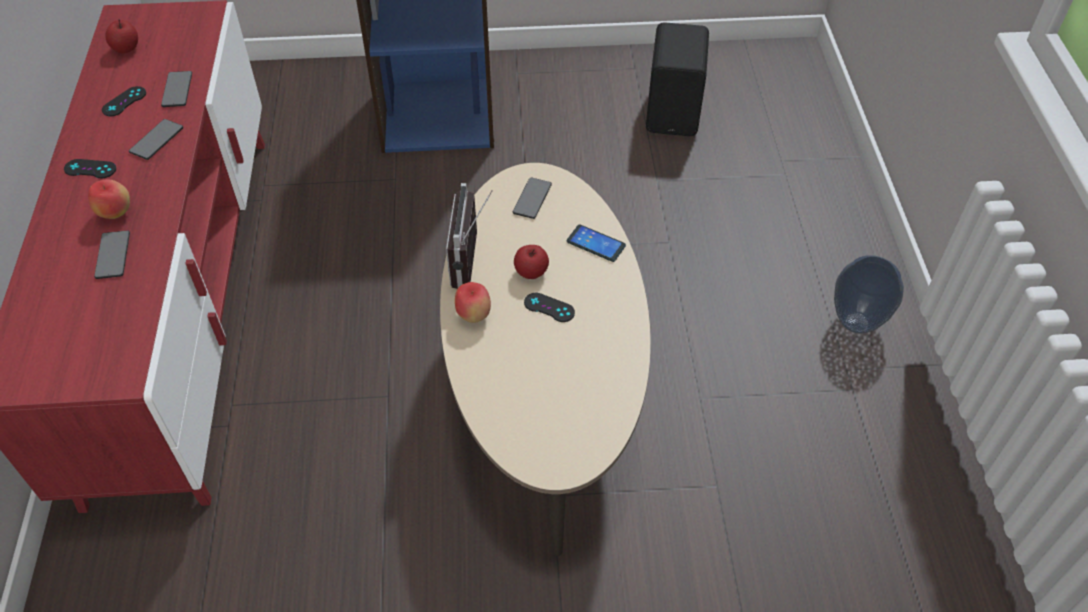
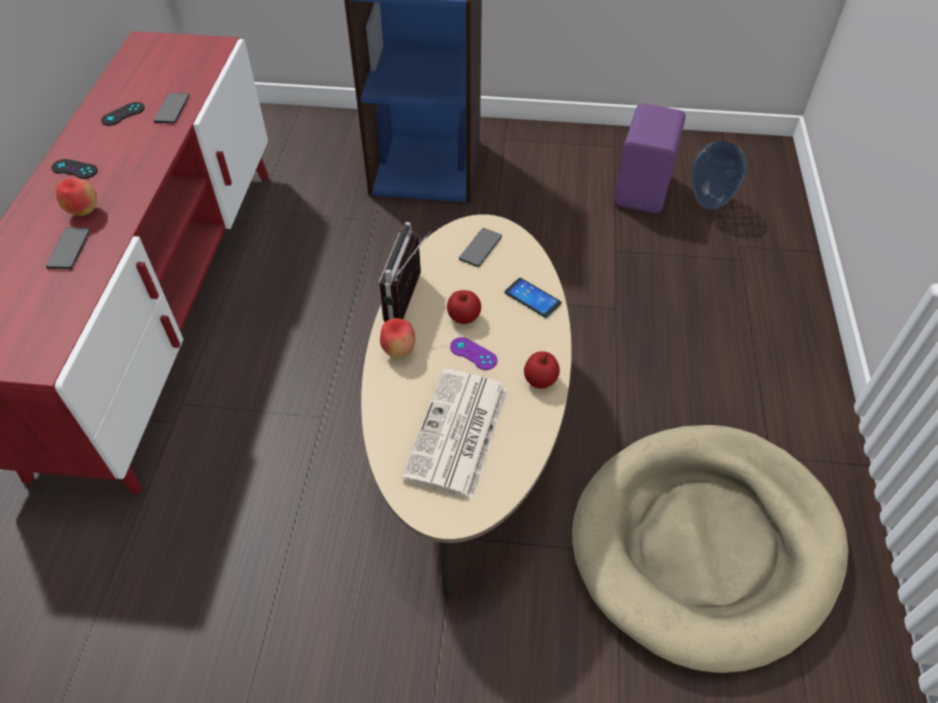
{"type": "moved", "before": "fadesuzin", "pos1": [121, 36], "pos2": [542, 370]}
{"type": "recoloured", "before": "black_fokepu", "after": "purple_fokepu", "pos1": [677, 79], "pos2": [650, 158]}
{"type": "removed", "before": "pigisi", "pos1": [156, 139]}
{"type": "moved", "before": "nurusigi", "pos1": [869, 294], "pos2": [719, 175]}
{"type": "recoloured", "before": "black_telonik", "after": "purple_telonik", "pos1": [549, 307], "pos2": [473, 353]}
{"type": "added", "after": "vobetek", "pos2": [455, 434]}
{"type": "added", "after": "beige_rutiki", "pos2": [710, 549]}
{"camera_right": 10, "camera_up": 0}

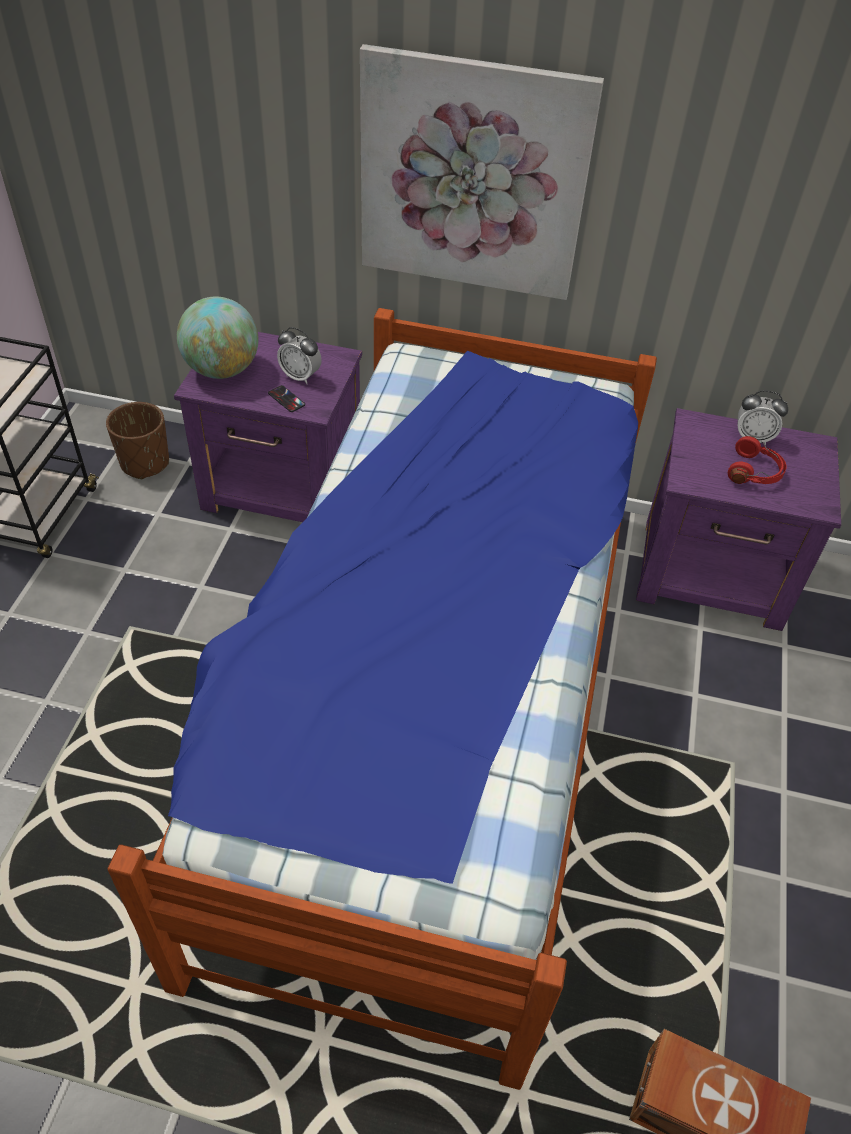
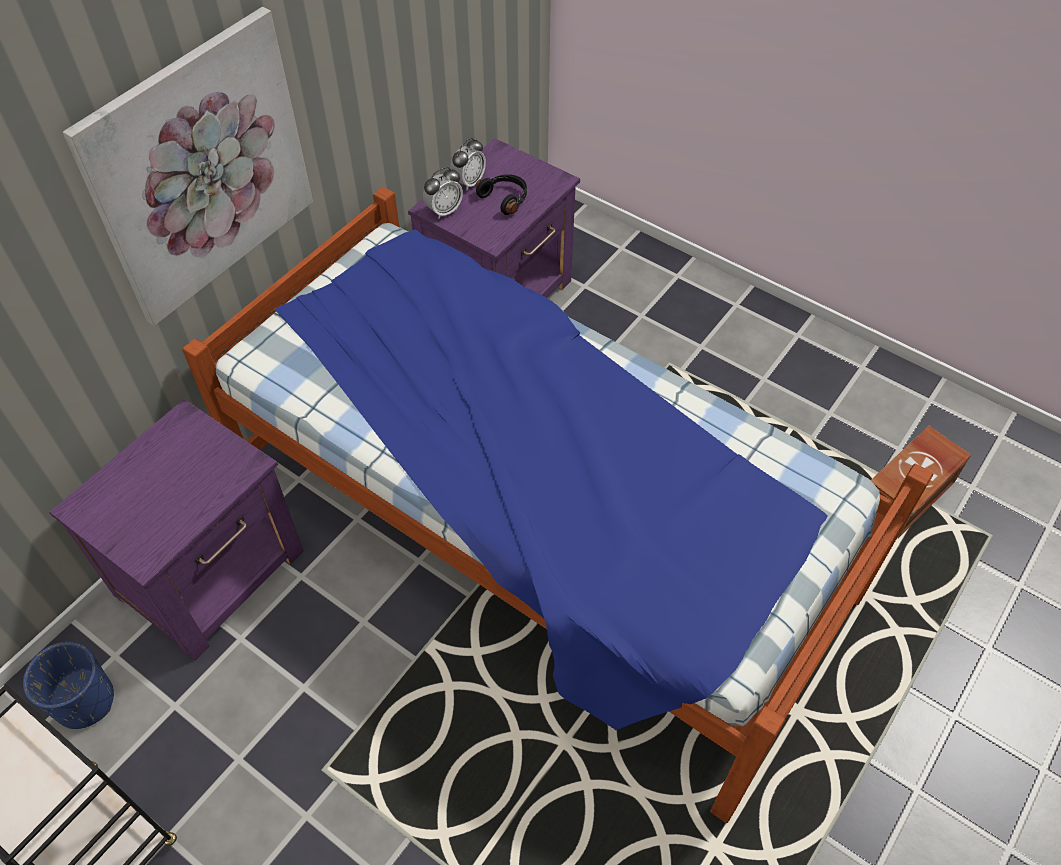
{"type": "removed", "before": "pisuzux", "pos1": [217, 338]}
{"type": "moved", "before": "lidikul", "pos1": [299, 355], "pos2": [443, 193]}
{"type": "removed", "before": "pigisi", "pos1": [286, 398]}
{"type": "recoloured", "before": "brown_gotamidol", "after": "blue_gotamidol", "pos1": [137, 440], "pos2": [68, 685]}
{"type": "recoloured", "before": "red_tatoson", "after": "black_tatoson", "pos1": [757, 460], "pos2": [501, 194]}
{"camera_right": -65, "camera_up": 5}

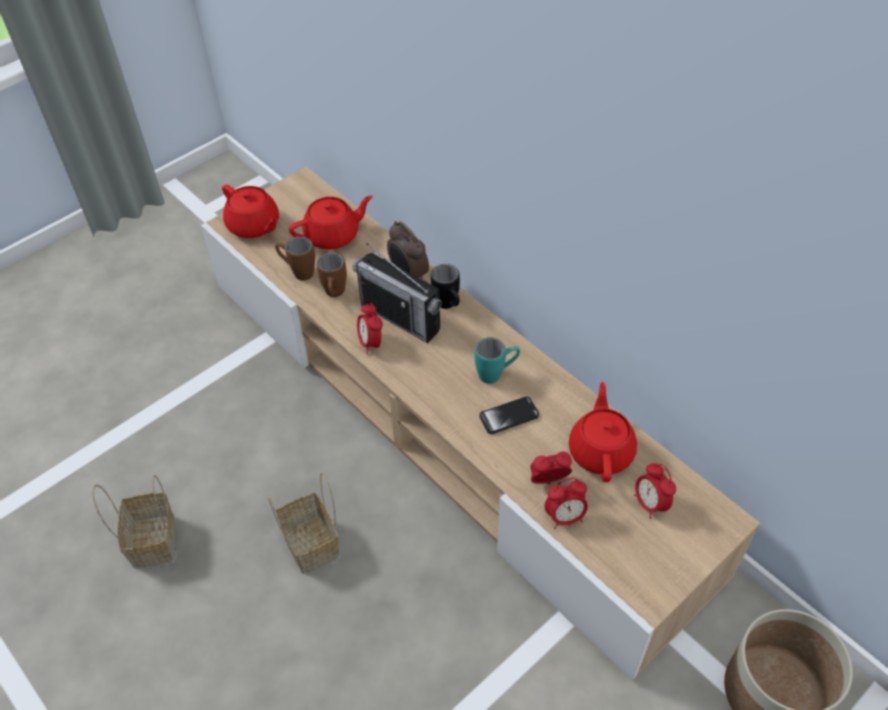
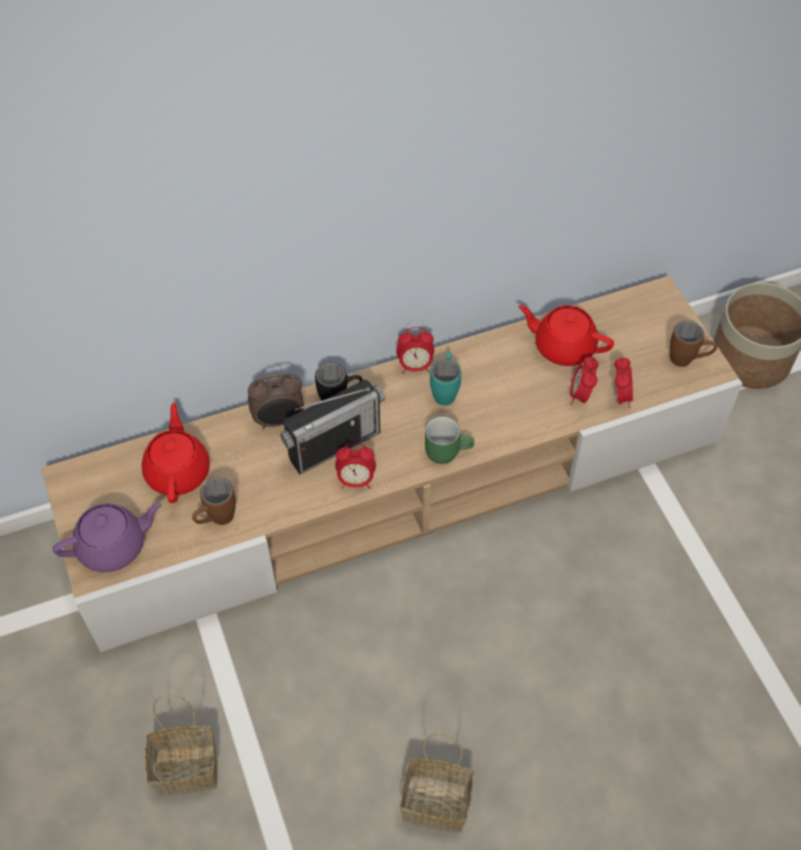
{"type": "recoloured", "before": "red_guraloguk", "after": "purple_guraloguk", "pos1": [250, 211], "pos2": [107, 537]}
{"type": "moved", "before": "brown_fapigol", "pos1": [332, 274], "pos2": [693, 344]}
{"type": "removed", "before": "pigisi", "pos1": [509, 415]}
{"type": "moved", "before": "lidikul", "pos1": [655, 491], "pos2": [415, 350]}
{"type": "moved", "before": "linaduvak", "pos1": [304, 523], "pos2": [181, 744]}
{"type": "added", "after": "green_fapigol", "pos2": [449, 440]}
{"camera_right": -70, "camera_up": 5}

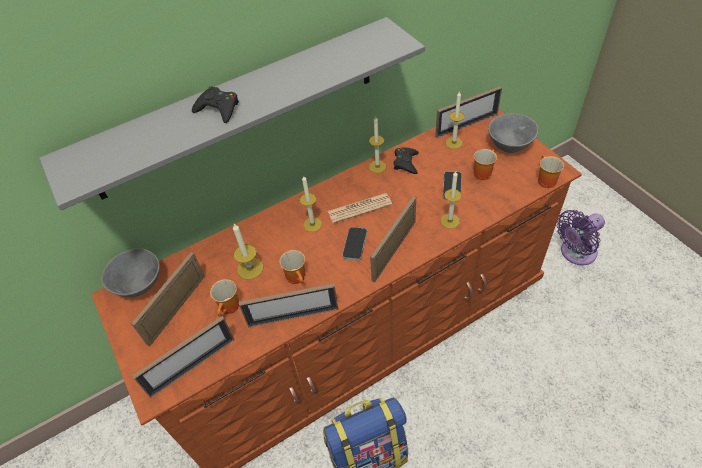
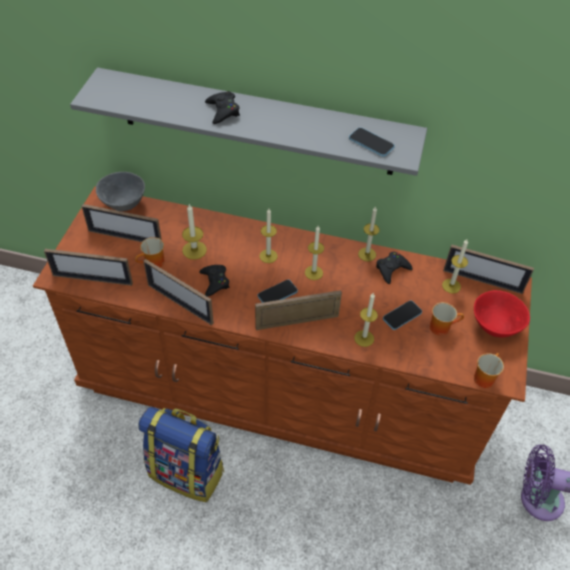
{"type": "recoloured", "before": "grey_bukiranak", "after": "red_bukiranak", "pos1": [513, 133], "pos2": [502, 314]}
{"type": "replaced", "before": "vobetek", "after": "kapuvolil", "pos1": [360, 208], "pos2": [314, 253]}
{"type": "replaced", "before": "fapigol", "after": "black_telonik", "pos1": [292, 267], "pos2": [214, 281]}
{"type": "turned", "before": "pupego", "pos1": [168, 299], "pos2": [121, 223], "turn": -150}
{"type": "added", "after": "pigisi", "pos2": [372, 142]}
{"camera_right": 40, "camera_up": 0}

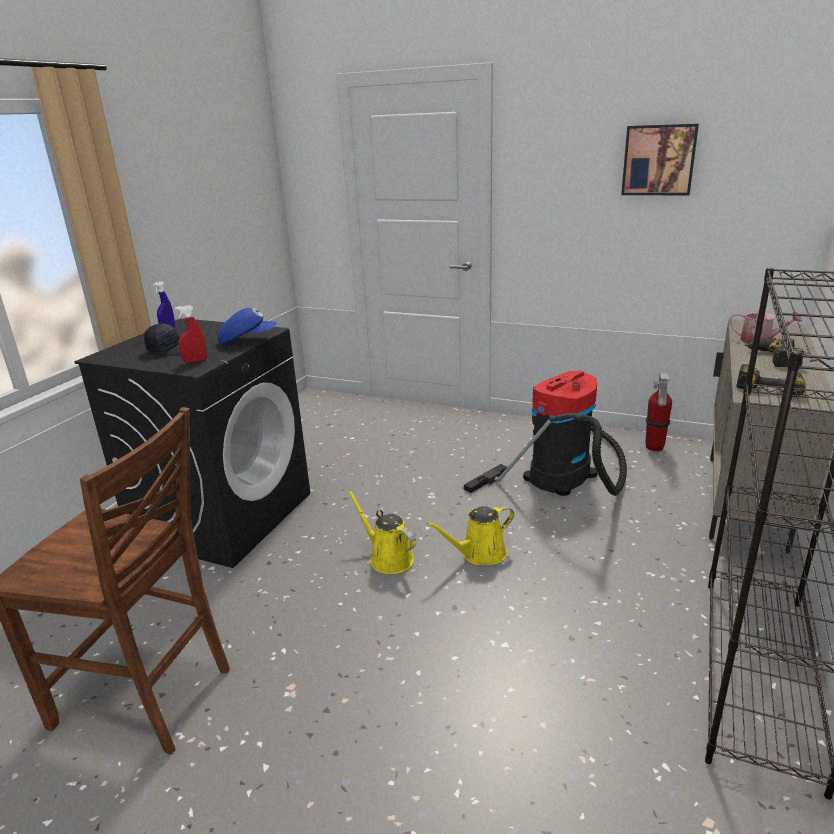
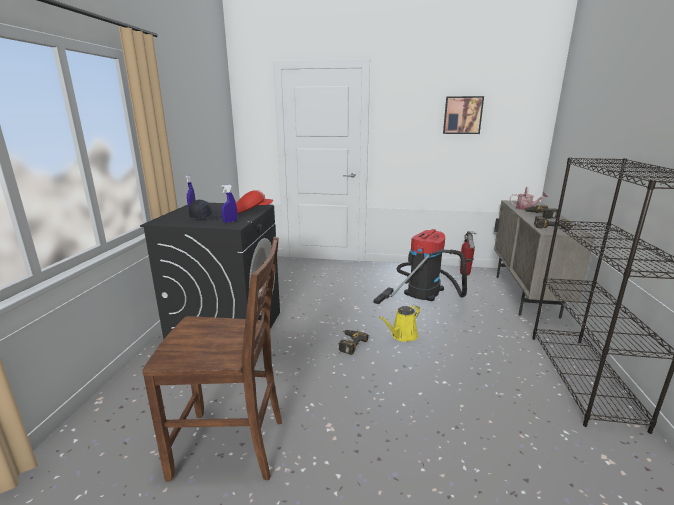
{"type": "recoloured", "before": "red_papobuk", "after": "blue_papobuk", "pos1": [191, 334], "pos2": [229, 204]}
{"type": "recoloured", "before": "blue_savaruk", "after": "red_savaruk", "pos1": [247, 326], "pos2": [254, 201]}
{"type": "replaced", "before": "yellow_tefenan", "after": "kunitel", "pos1": [381, 532], "pos2": [354, 342]}
{"camera_right": -15, "camera_up": -5}

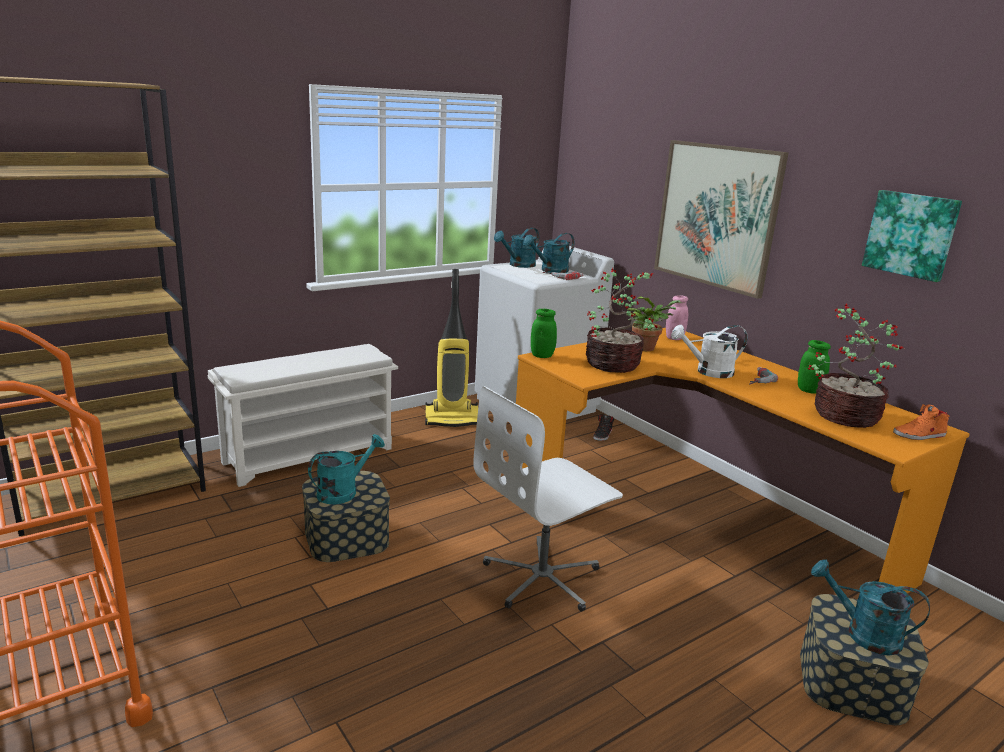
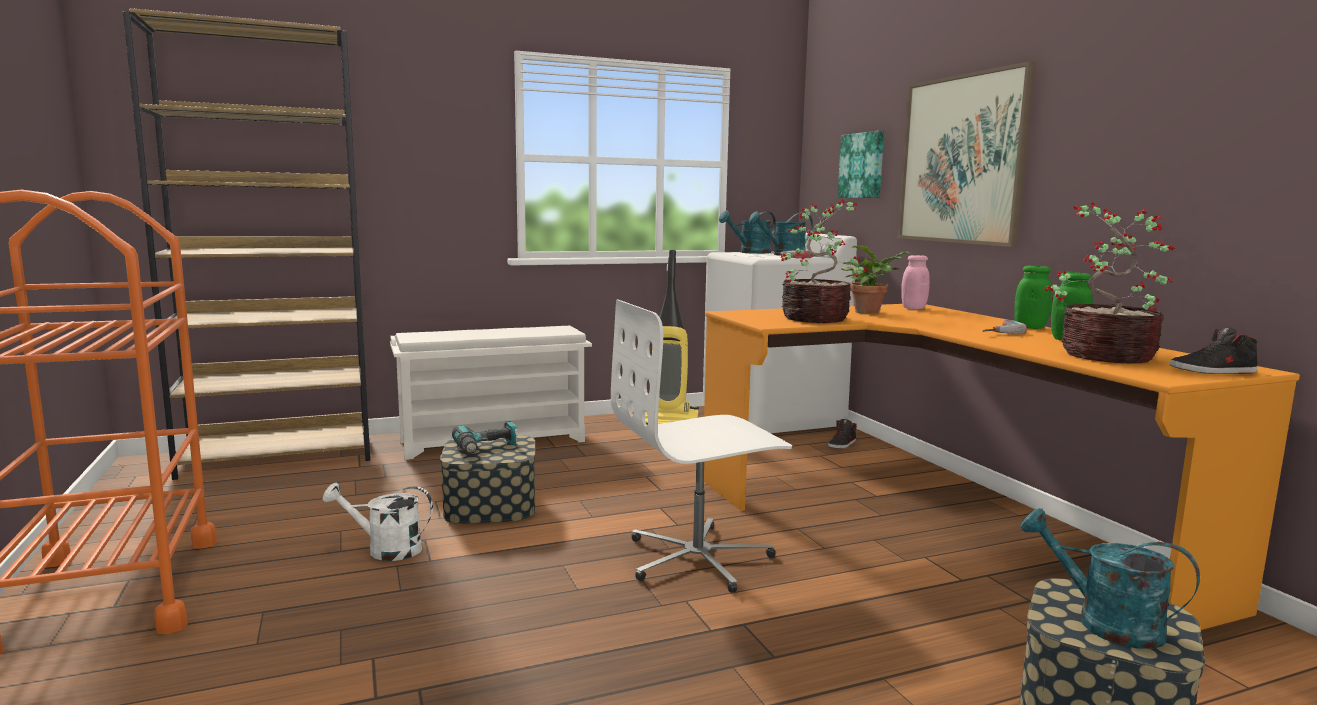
{"type": "moved", "before": "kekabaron", "pos1": [912, 236], "pos2": [860, 164]}
{"type": "moved", "before": "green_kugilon", "pos1": [544, 333], "pos2": [1033, 297]}
{"type": "moved", "before": "white_tefenan", "pos1": [709, 351], "pos2": [377, 521]}
{"type": "recoloured", "before": "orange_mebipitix", "after": "black_mebipitix", "pos1": [921, 422], "pos2": [1213, 350]}
{"type": "replaced", "before": "turquoise_tefenan", "after": "kunitel", "pos1": [346, 469], "pos2": [485, 437]}
{"camera_right": 15, "camera_up": -10}

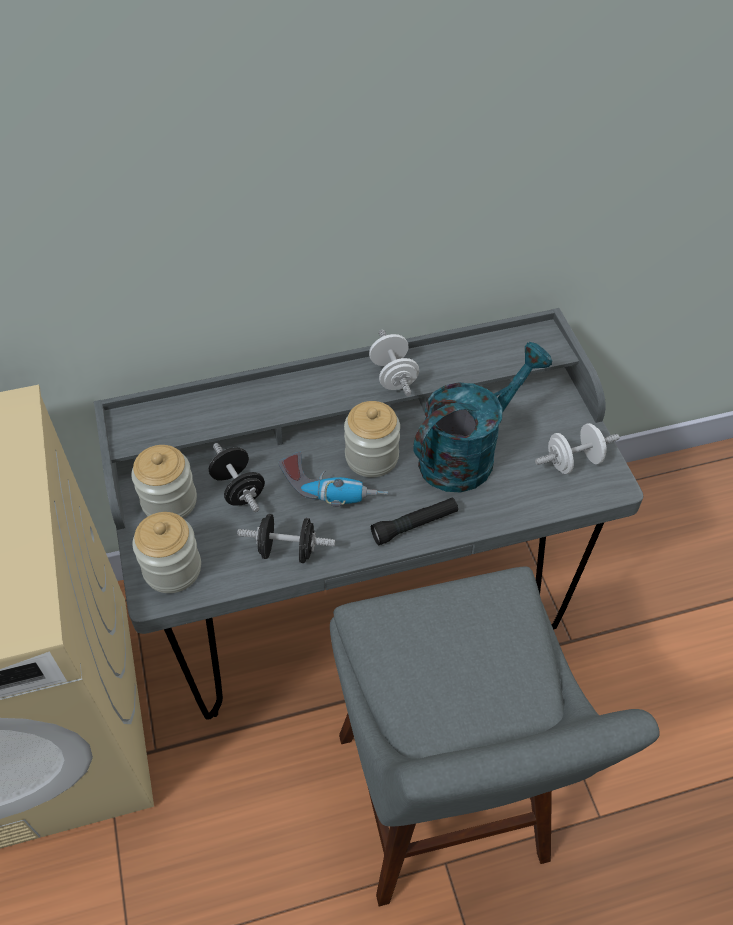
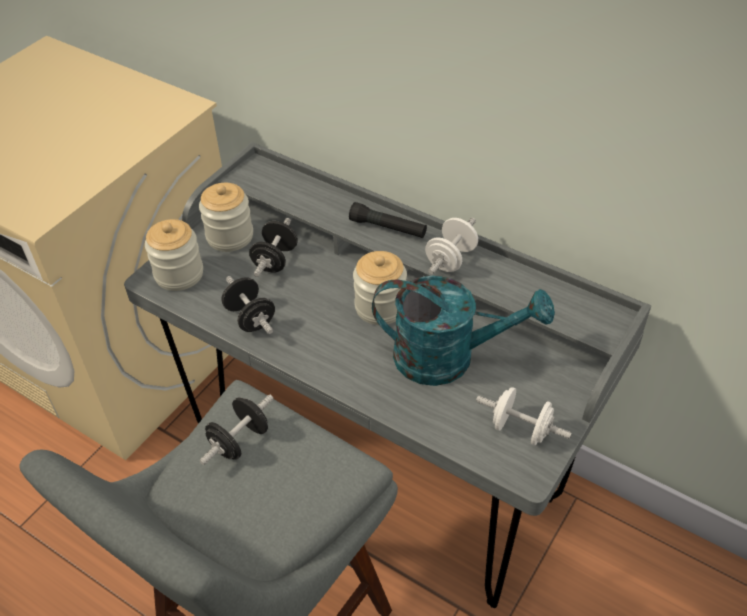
{"type": "removed", "before": "kunitel", "pos1": [333, 479]}
{"type": "moved", "before": "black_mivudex", "pos1": [414, 521], "pos2": [388, 220]}
{"type": "added", "after": "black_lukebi", "pos2": [236, 429]}
{"camera_right": 50, "camera_up": -5}

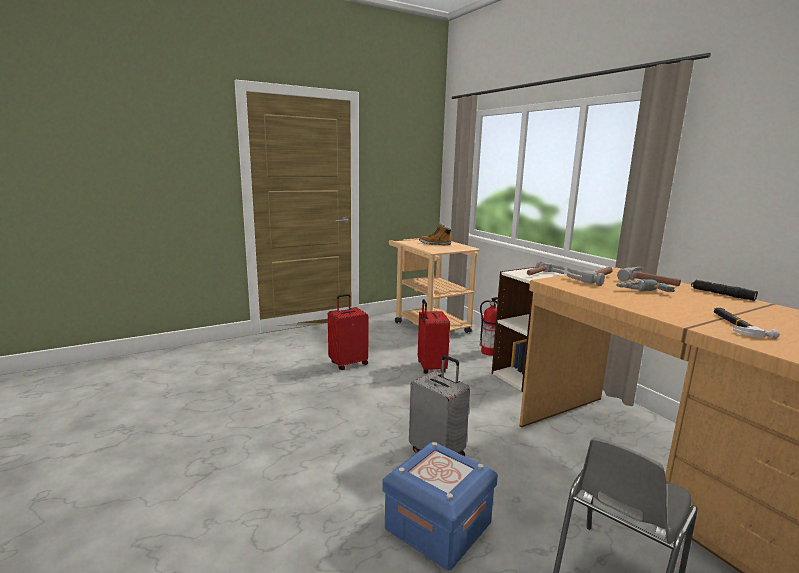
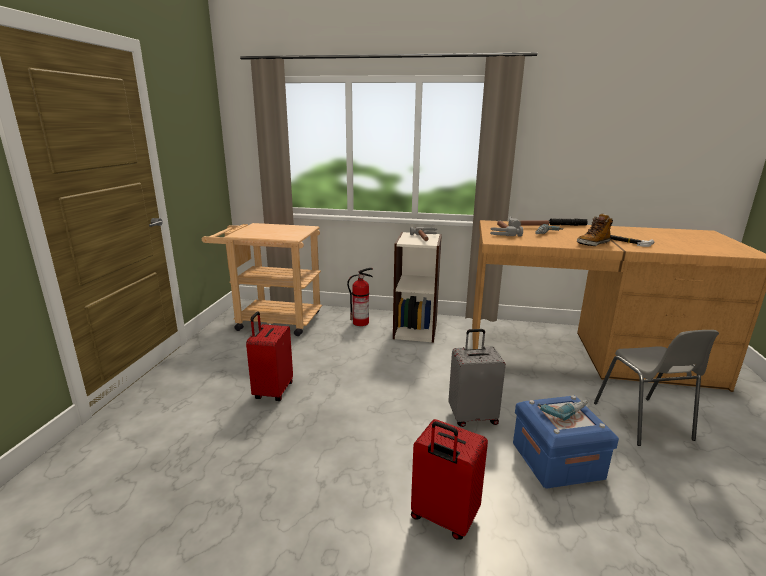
{"type": "moved", "before": "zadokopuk", "pos1": [435, 234], "pos2": [595, 230]}
{"type": "moved", "before": "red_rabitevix", "pos1": [434, 336], "pos2": [449, 479]}
{"type": "added", "after": "kunitel", "pos2": [563, 410]}
{"camera_right": -50, "camera_up": 5}

